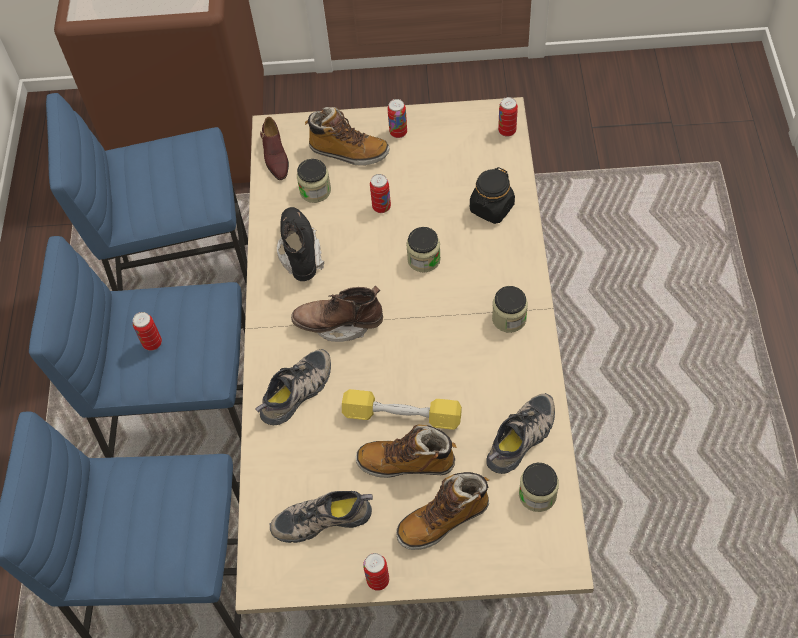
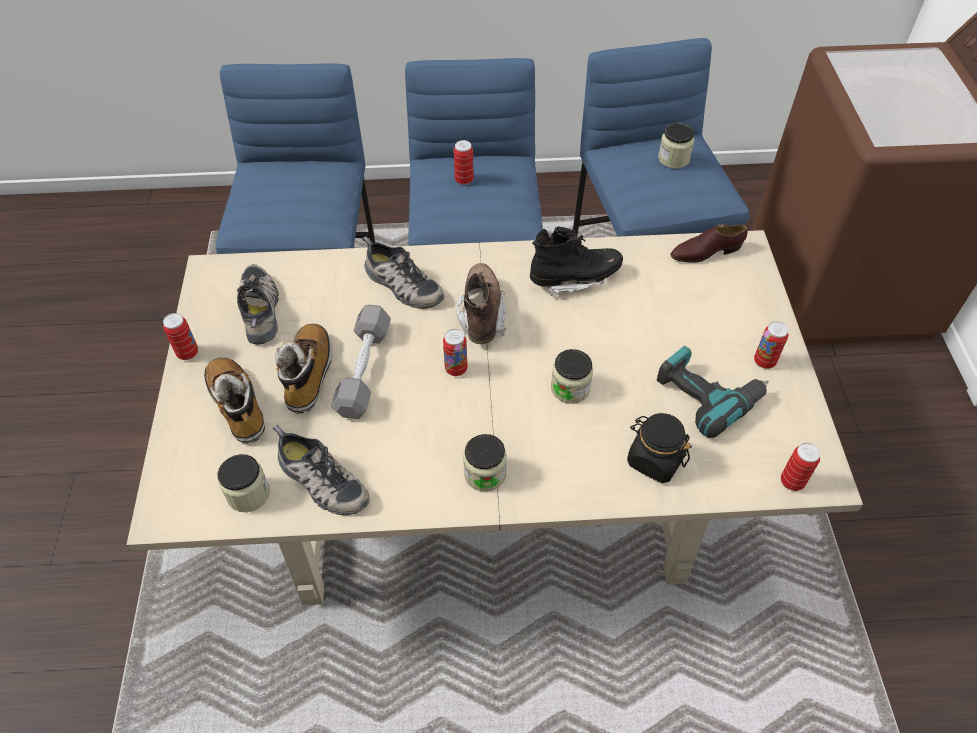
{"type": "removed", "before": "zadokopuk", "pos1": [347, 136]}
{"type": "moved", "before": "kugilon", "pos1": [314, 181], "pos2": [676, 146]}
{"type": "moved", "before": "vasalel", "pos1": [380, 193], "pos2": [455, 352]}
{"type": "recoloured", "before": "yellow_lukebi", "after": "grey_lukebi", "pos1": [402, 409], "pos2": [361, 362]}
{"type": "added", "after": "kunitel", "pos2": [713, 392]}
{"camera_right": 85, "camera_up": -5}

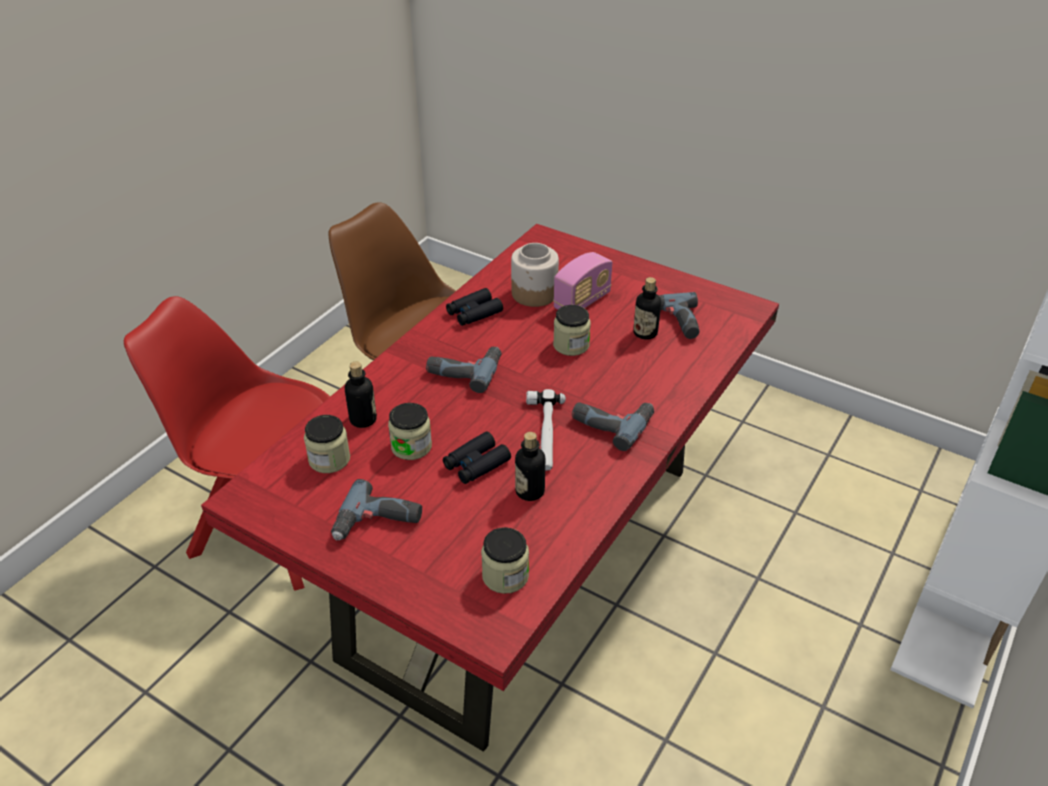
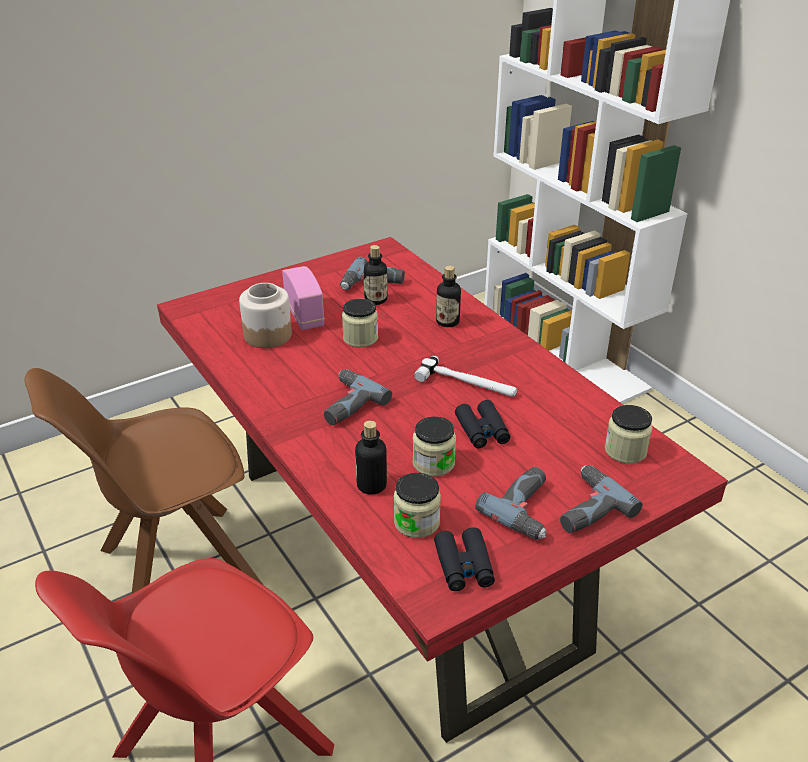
{"type": "moved", "before": "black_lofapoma", "pos1": [474, 307], "pos2": [464, 559]}
{"type": "moved", "before": "kunitel", "pos1": [613, 426], "pos2": [601, 499]}
{"type": "moved", "before": "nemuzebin", "pos1": [530, 466], "pos2": [448, 296]}
{"camera_right": -65, "camera_up": -5}

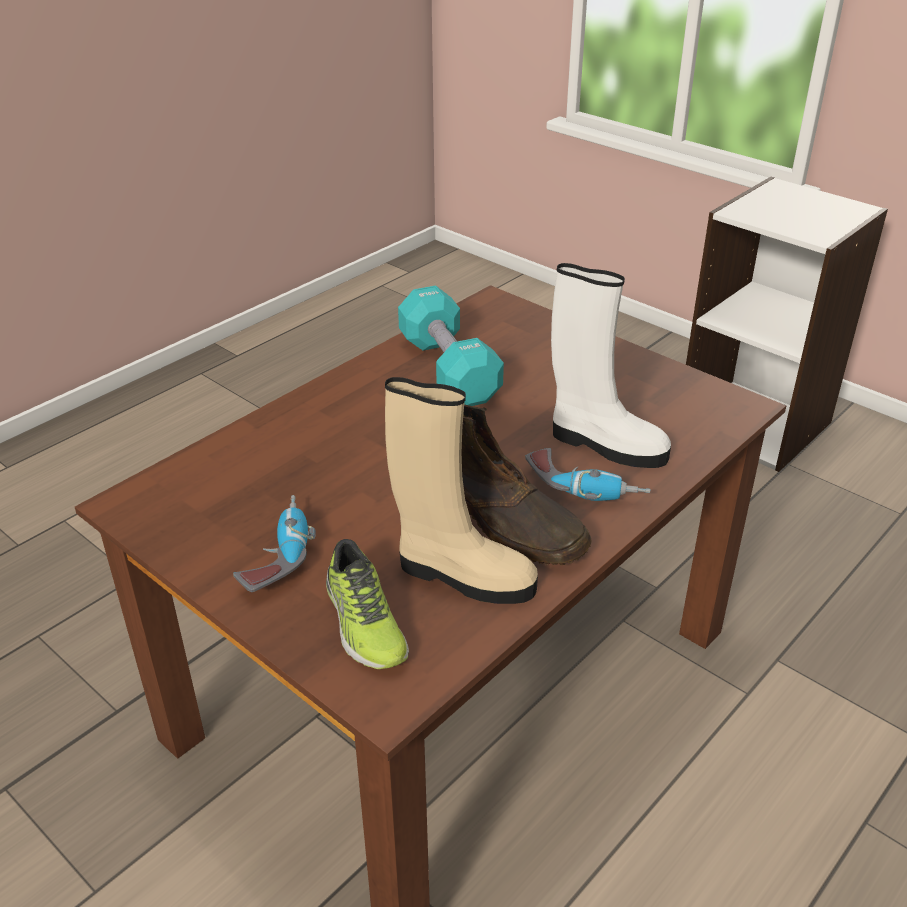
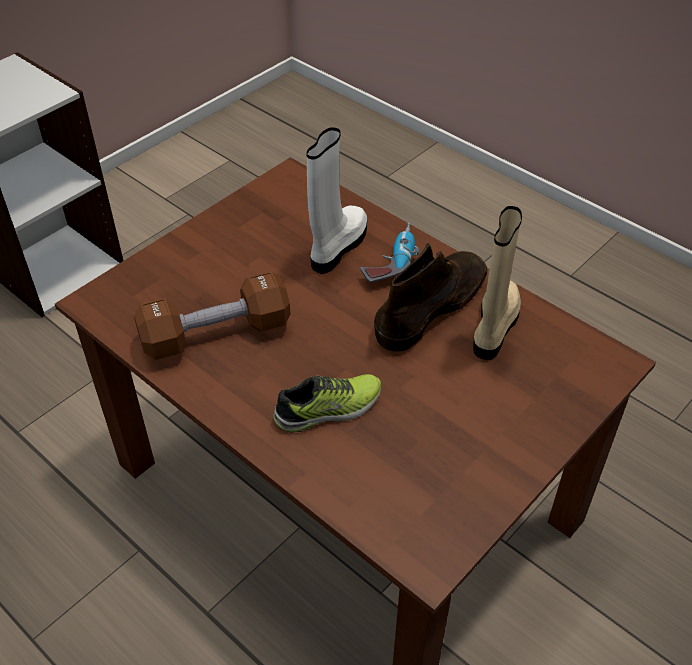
{"type": "recoloured", "before": "turquoise_lukebi", "after": "brown_lukebi", "pos1": [451, 346], "pos2": [212, 316]}
{"type": "removed", "before": "kunitel", "pos1": [274, 543]}
{"type": "moved", "before": "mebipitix", "pos1": [367, 604], "pos2": [327, 403]}
{"camera_right": -90, "camera_up": 10}

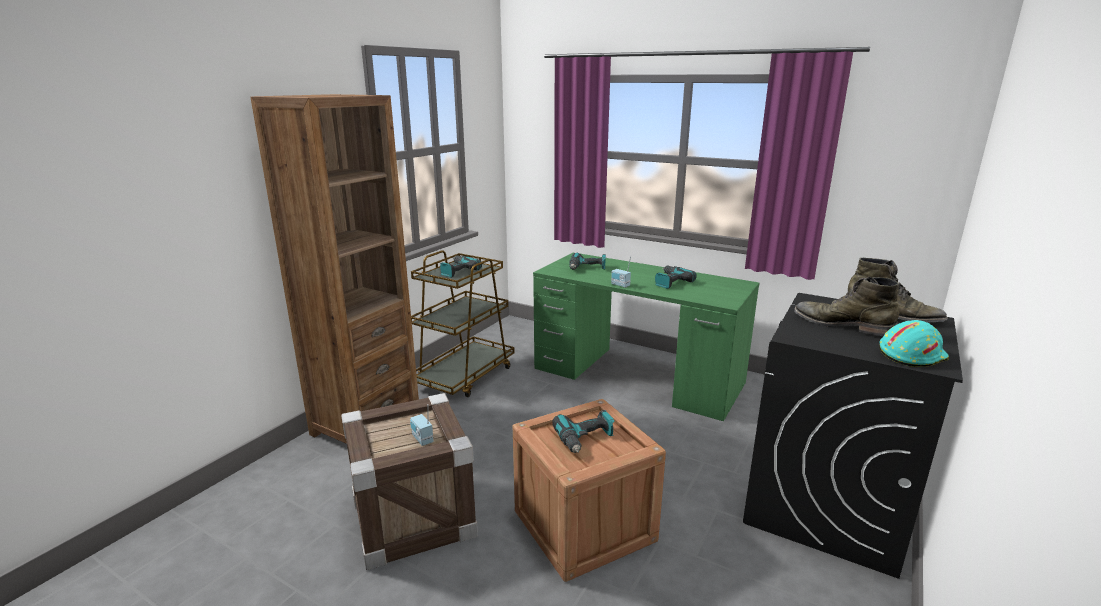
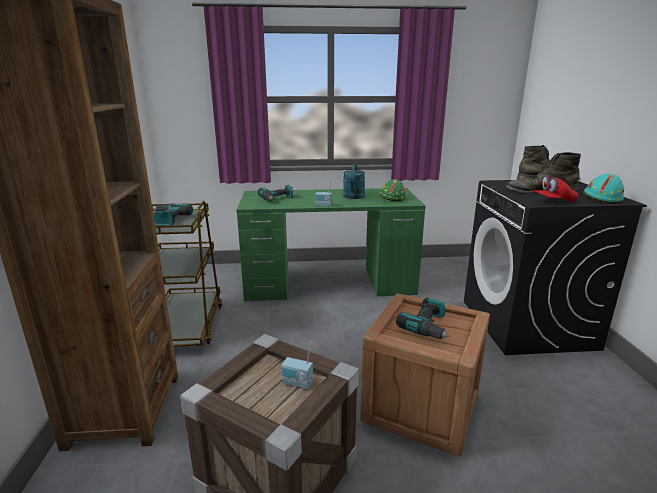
{"type": "replaced", "before": "kunitel", "after": "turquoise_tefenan", "pos1": [676, 277], "pos2": [354, 181]}
{"type": "added", "after": "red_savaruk", "pos2": [555, 188]}
{"type": "added", "after": "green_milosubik", "pos2": [393, 190]}
{"camera_right": -35, "camera_up": 0}

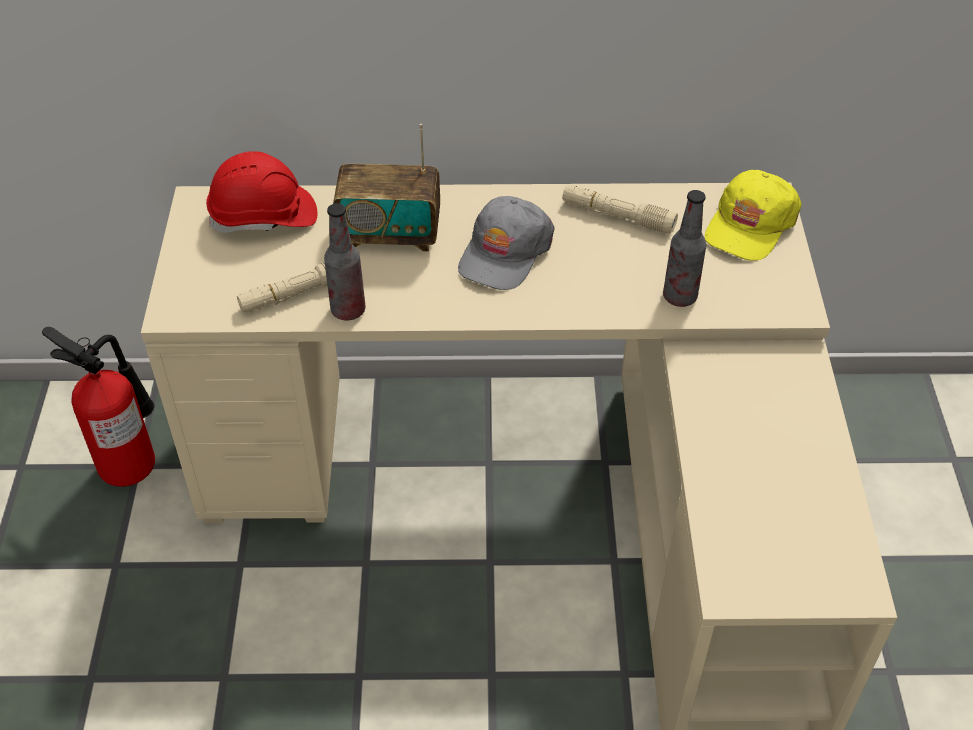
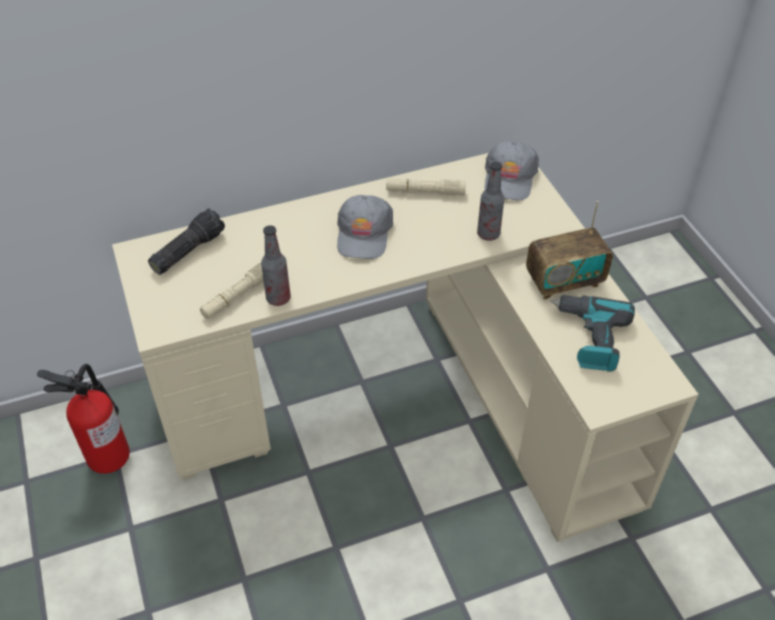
{"type": "moved", "before": "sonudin", "pos1": [386, 188], "pos2": [569, 250]}
{"type": "replaced", "before": "red_milosubik", "after": "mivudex", "pos1": [261, 192], "pos2": [186, 242]}
{"type": "recoloured", "before": "yellow_savaruk", "after": "grey_savaruk", "pos1": [753, 215], "pos2": [512, 171]}
{"type": "added", "after": "kunitel", "pos2": [592, 333]}
{"camera_right": -20, "camera_up": 0}

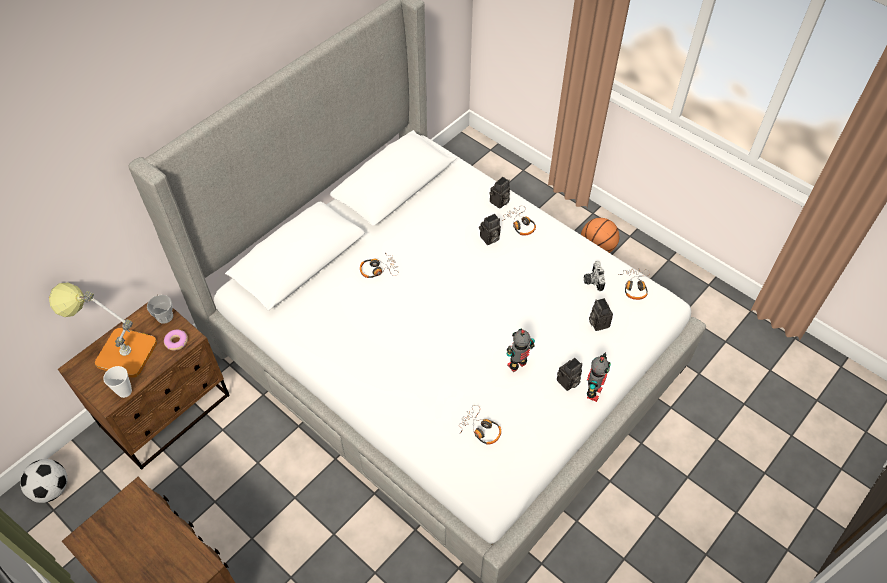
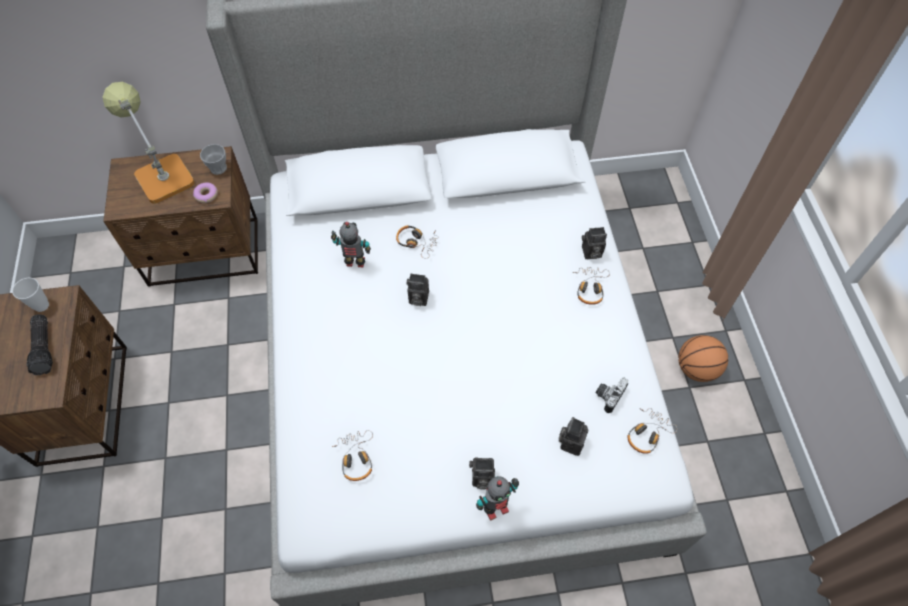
{"type": "moved", "before": "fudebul", "pos1": [490, 229], "pos2": [418, 290]}
{"type": "moved", "before": "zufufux", "pos1": [521, 350], "pos2": [351, 244]}
{"type": "moved", "before": "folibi", "pos1": [117, 382], "pos2": [30, 295]}
{"type": "removed", "before": "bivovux", "pos1": [44, 481]}
{"type": "added", "after": "mivudex", "pos2": [39, 344]}
{"camera_right": 40, "camera_up": 5}

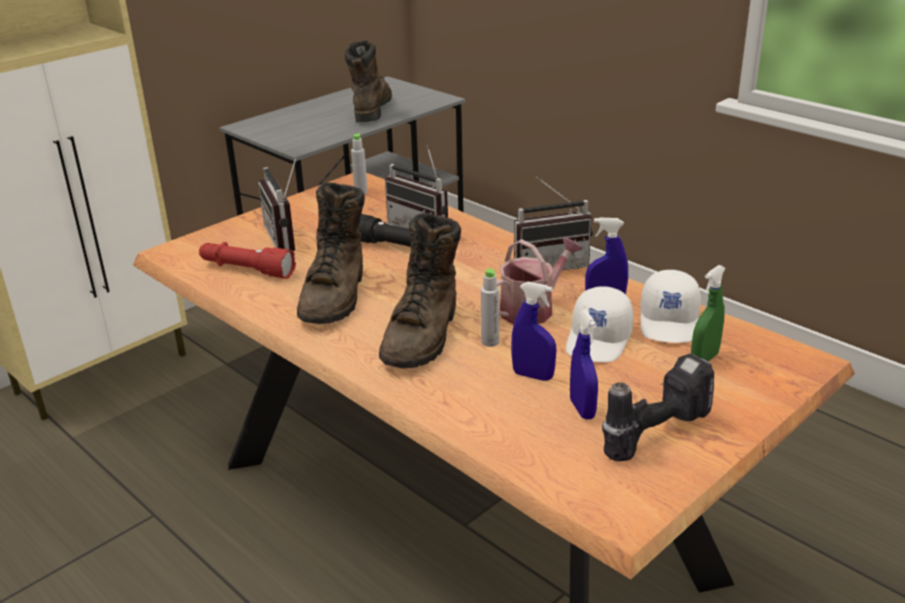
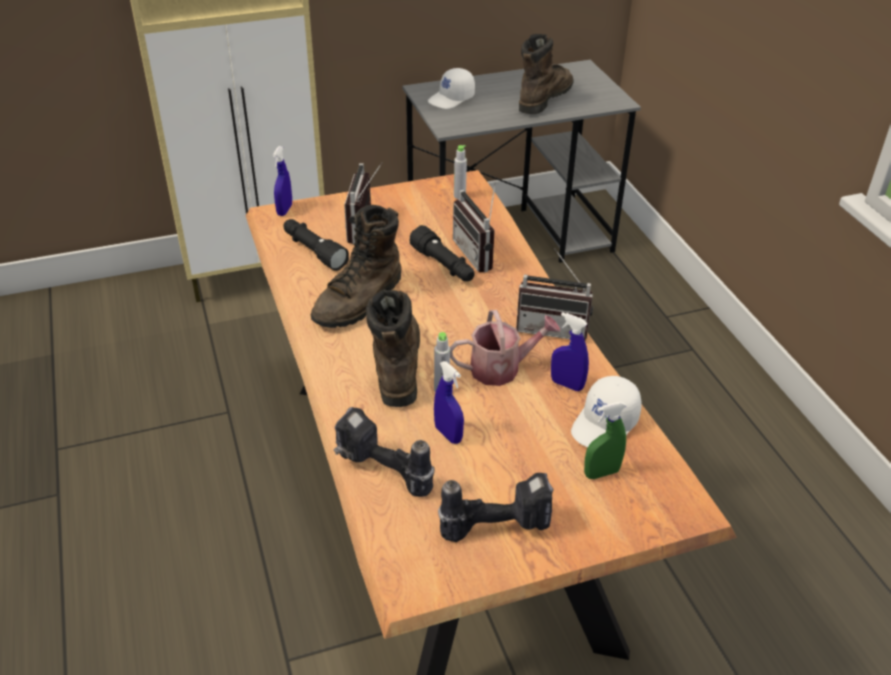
{"type": "turned", "before": "brown_zadokopuk", "pos1": [420, 290], "pos2": [393, 348], "turn": 135}
{"type": "recoloured", "before": "red_mivudex", "after": "black_mivudex", "pos1": [247, 260], "pos2": [316, 245]}
{"type": "moved", "before": "white_savaruk", "pos1": [600, 324], "pos2": [451, 88]}
{"type": "moved", "before": "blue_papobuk", "pos1": [584, 364], "pos2": [282, 181]}
{"type": "added", "after": "kunitel", "pos2": [384, 452]}
{"camera_right": 25, "camera_up": 10}

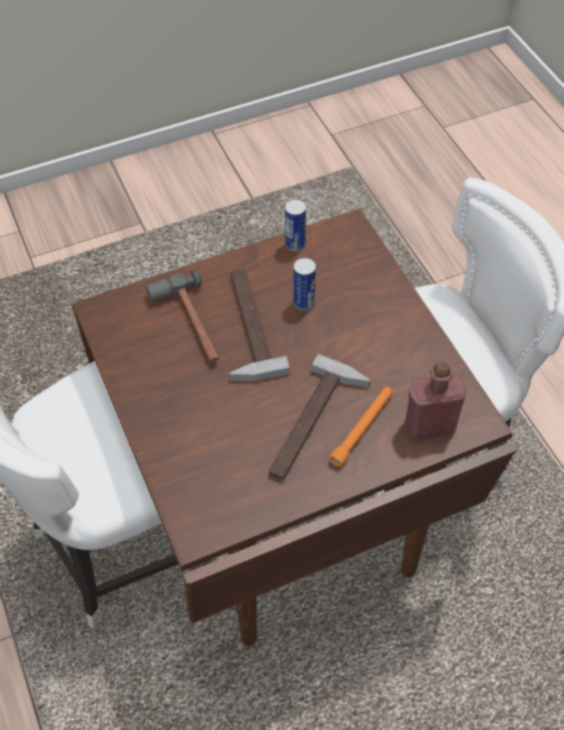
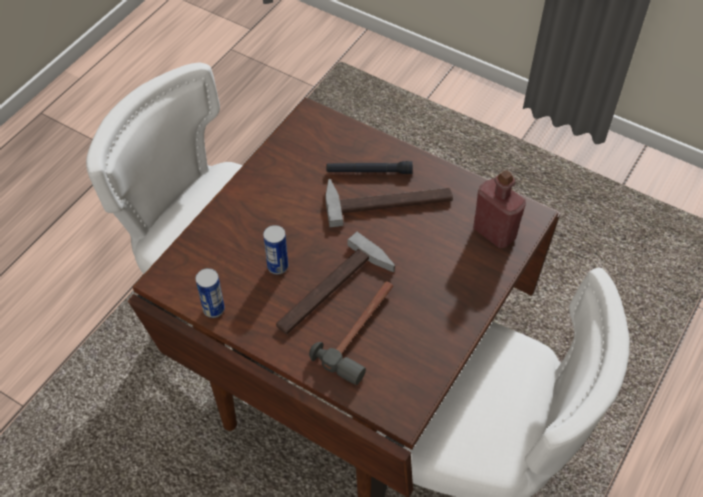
{"type": "moved", "before": "red_nemuzebin", "pos1": [436, 401], "pos2": [499, 209]}
{"type": "recoloured", "before": "orange_mivudex", "after": "black_mivudex", "pos1": [361, 427], "pos2": [369, 167]}
{"camera_right": -125, "camera_up": 0}

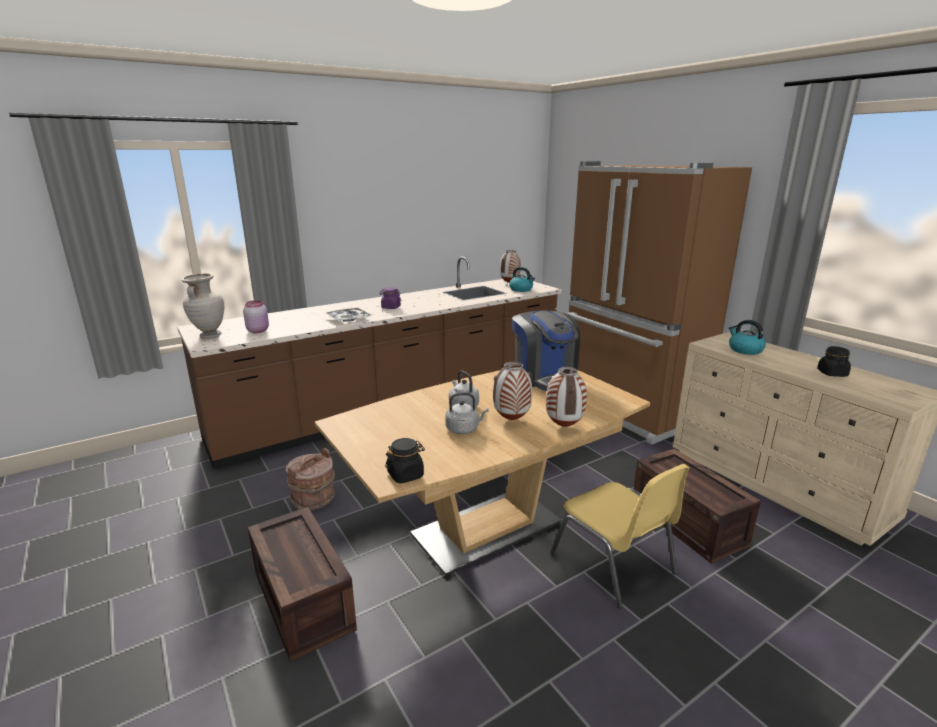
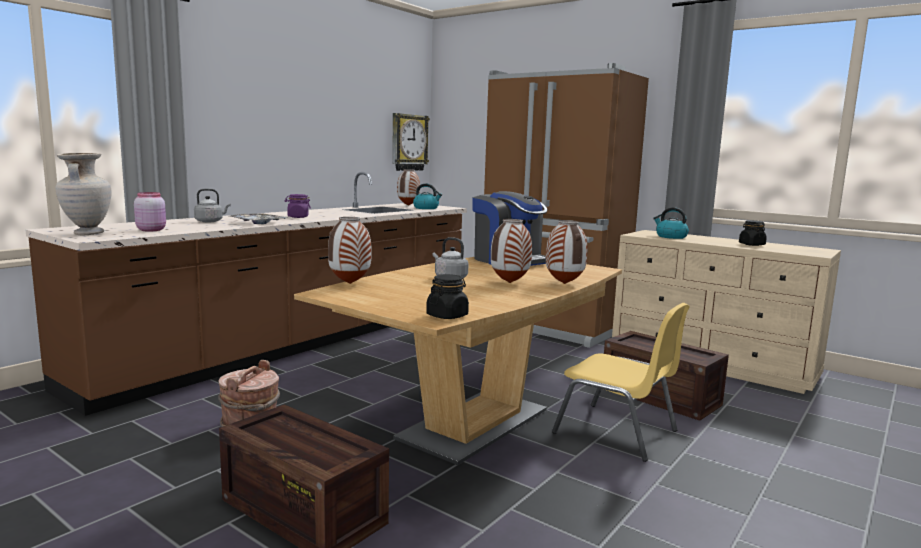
{"type": "moved", "before": "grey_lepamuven", "pos1": [467, 413], "pos2": [212, 205]}
{"type": "added", "after": "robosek", "pos2": [411, 142]}
{"type": "added", "after": "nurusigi", "pos2": [350, 250]}
{"camera_right": -20, "camera_up": -10}

